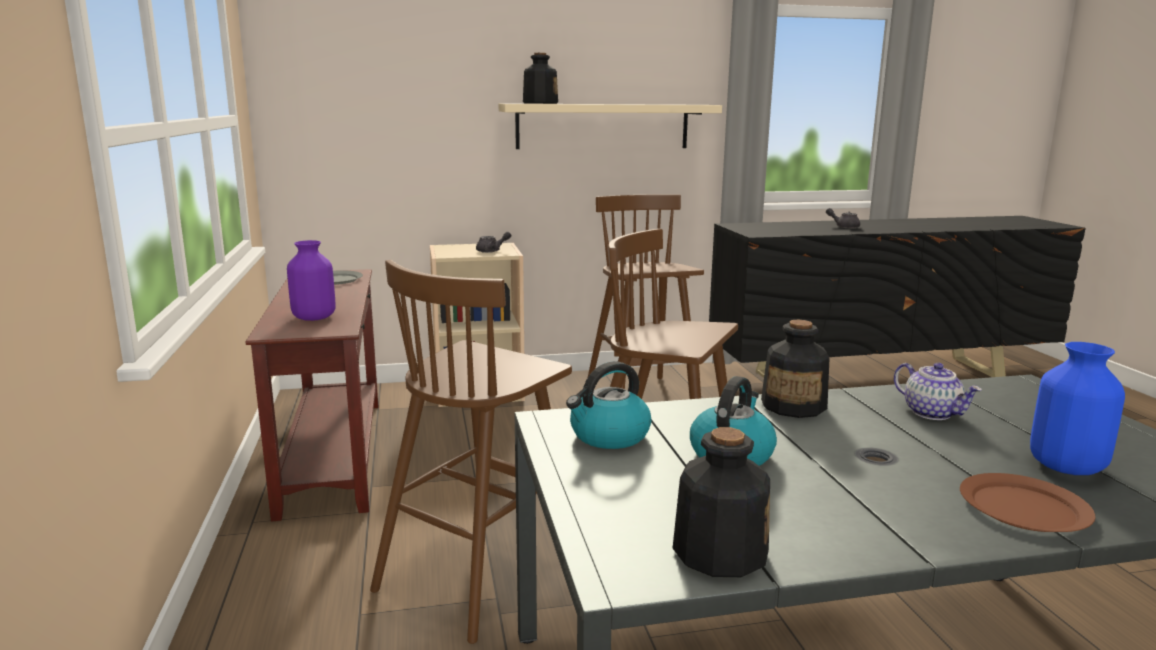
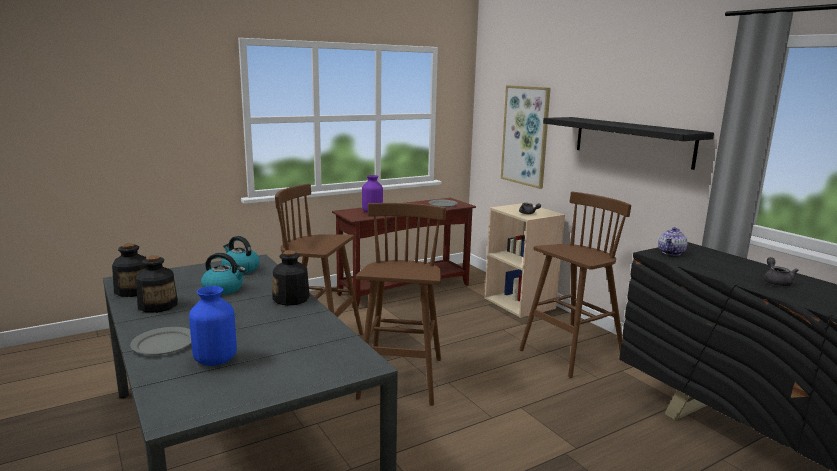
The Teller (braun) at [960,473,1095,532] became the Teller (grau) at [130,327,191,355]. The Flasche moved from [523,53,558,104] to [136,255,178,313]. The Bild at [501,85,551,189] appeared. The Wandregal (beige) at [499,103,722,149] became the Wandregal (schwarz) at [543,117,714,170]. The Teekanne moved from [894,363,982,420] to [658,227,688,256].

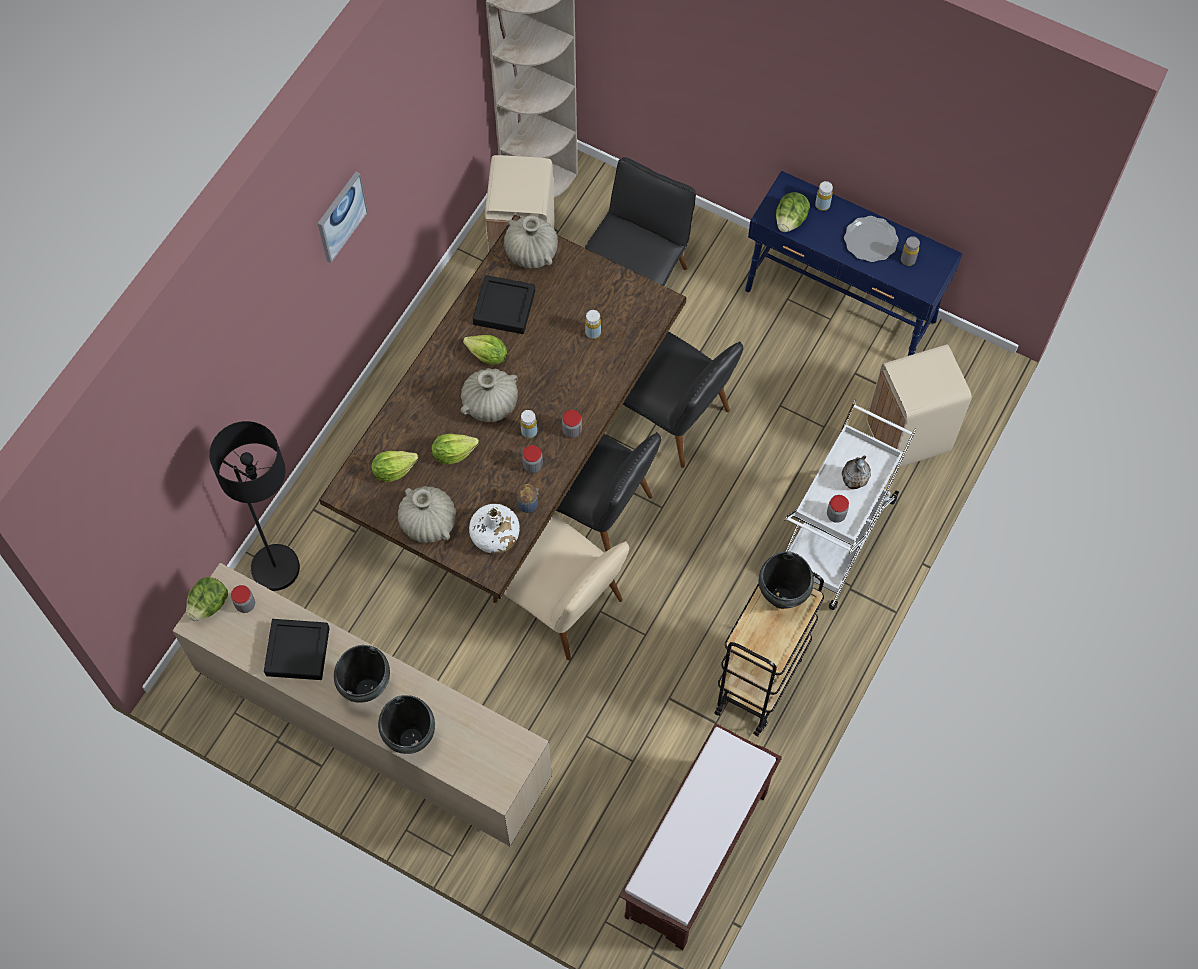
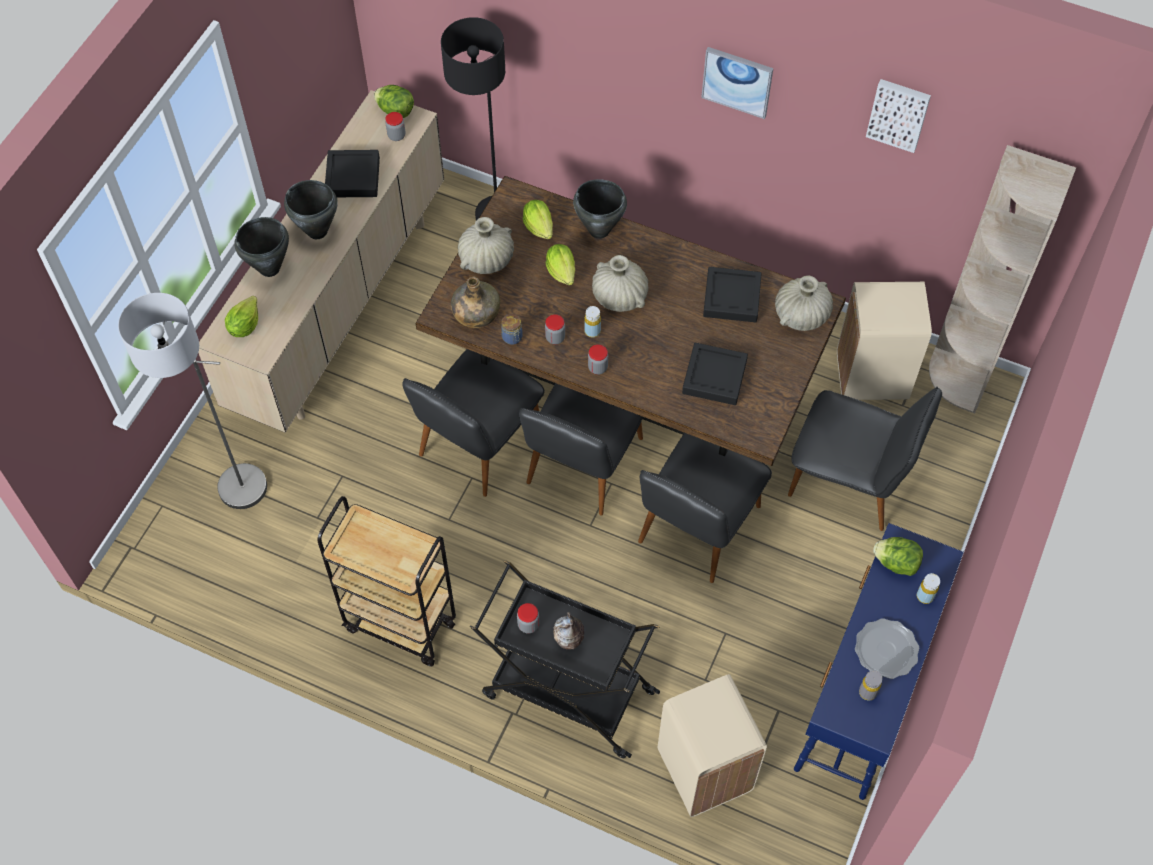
The Stehlampe (grau) at [118,293,267,509] appeared. The Salatkopf moved from [463,335,507,365] to [225,296,258,337]. The Stuhl (beige) at [493,514,629,660] became the Stuhl (schwarz) at [402,349,545,497]. The Flasche (weiß) at [469,504,520,554] became the Flasche (grün) at [451,276,500,328]. The Rollwagen (weiß) at [784,400,916,610] became the Rollwagen (schwarz) at [470,560,660,758]. The Kochtopf (schwarz) moved from [758,551,814,609] to [573,179,627,239]. The Flasche (gelb) at [585,310,601,339] was replaced by the Tablett (schwarz) at [682,343,748,405]. The Bild at [866,79,931,153] appeared. The Bank (braun) at [619,723,782,950] disappeared.

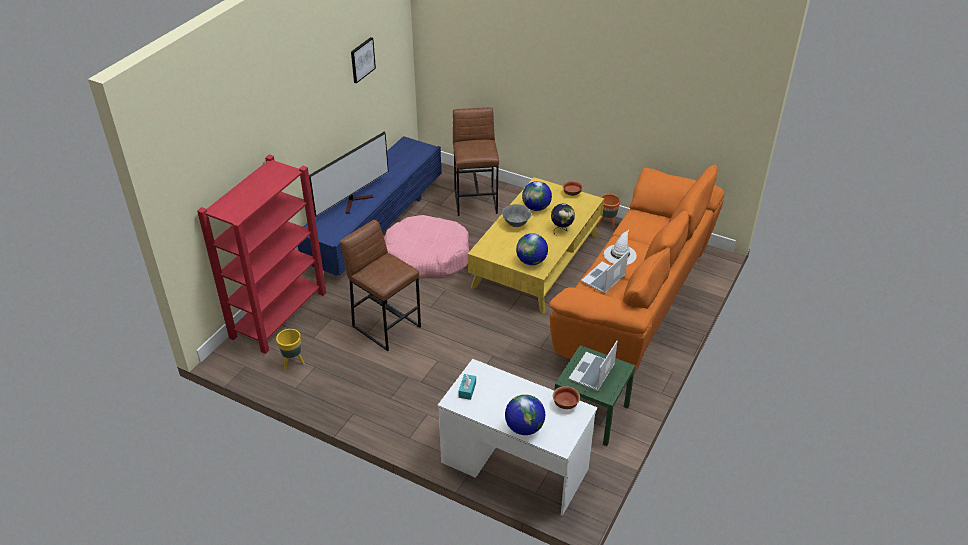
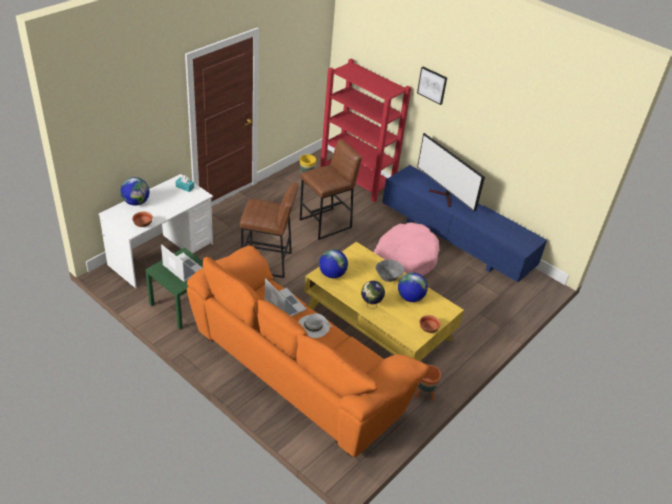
The Hocker (braun) moved from [453,107,499,216] to [240,182,298,278]. The Bild moved from [351,37,376,84] to [417,67,447,105].

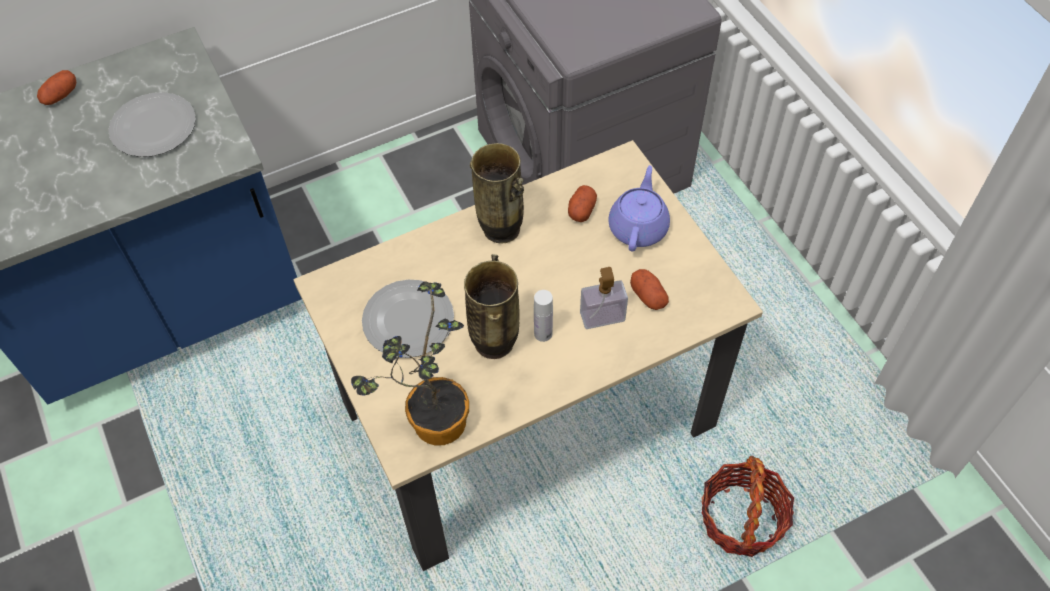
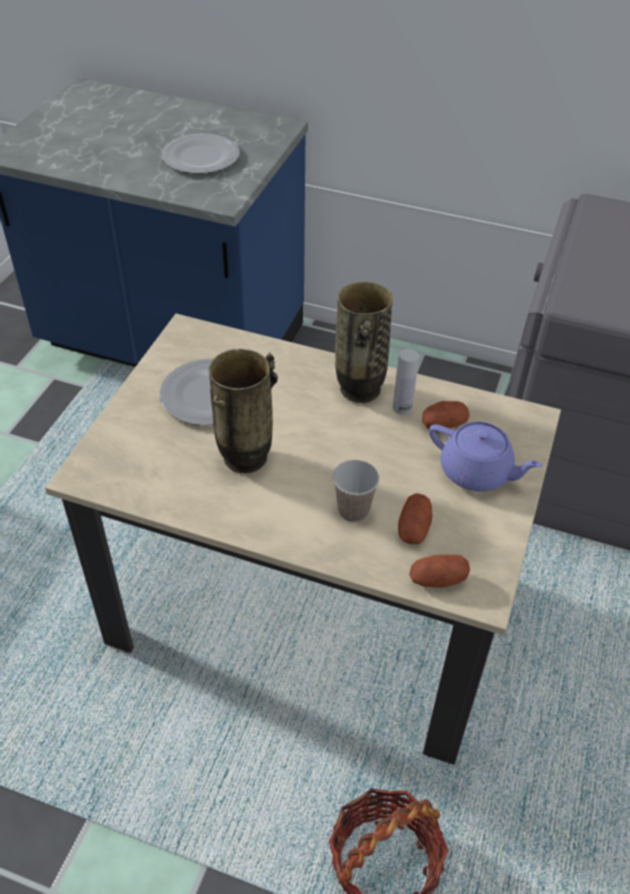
The Seifenspender at [580,267,628,329] was replaced by the Tasse at [333,460,379,522]. The Flasche (weiß) moved from [534,290,553,342] to [393,349,419,415]. The Kartoffel moved from [37,70,76,105] to [410,555,470,588]. The Teekanne (lila) at [608,165,670,251] turned 60 degrees clockwise. The Topfpflanze at [351,281,469,446] disappeared.

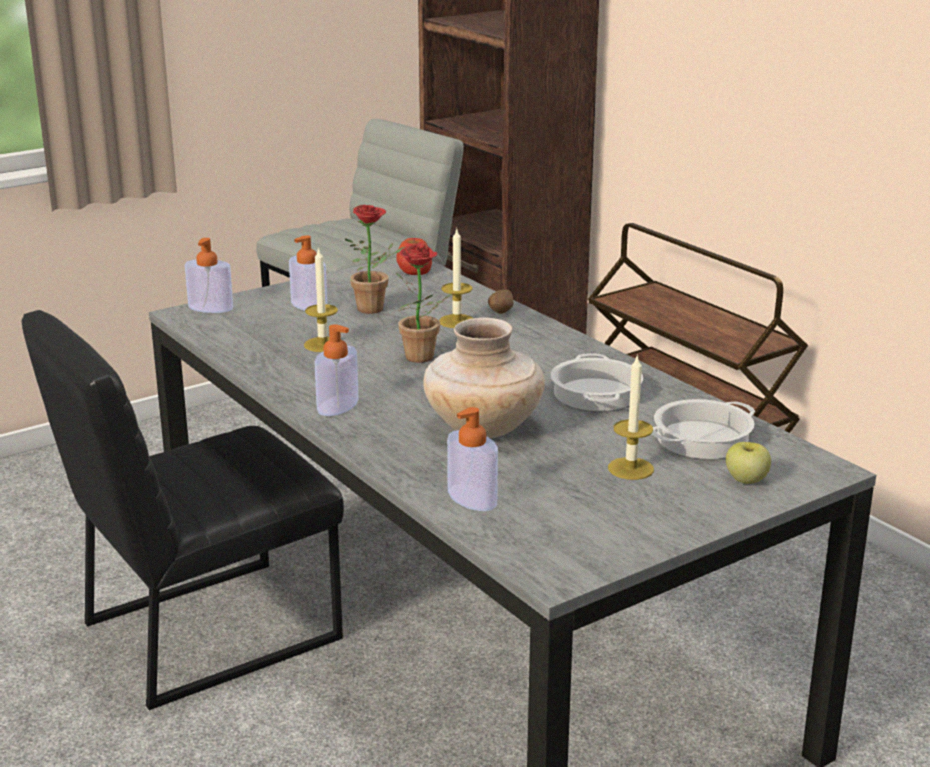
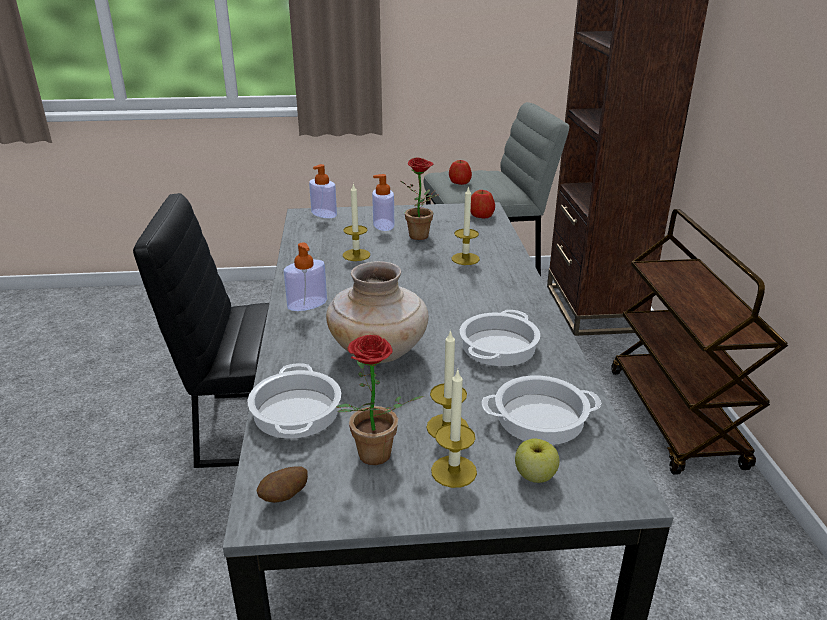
The Seifenspender at [447,407,498,511] was replaced by the Kochtopf at [248,363,341,438]. The Kartoffel moved from [488,290,514,314] to [257,466,308,503]. The Topfpflanze moved from [396,244,454,363] to [336,335,424,465]. The Kerze at [431,369,477,488] appeared. The Apfel at [449,160,472,185] appeared.

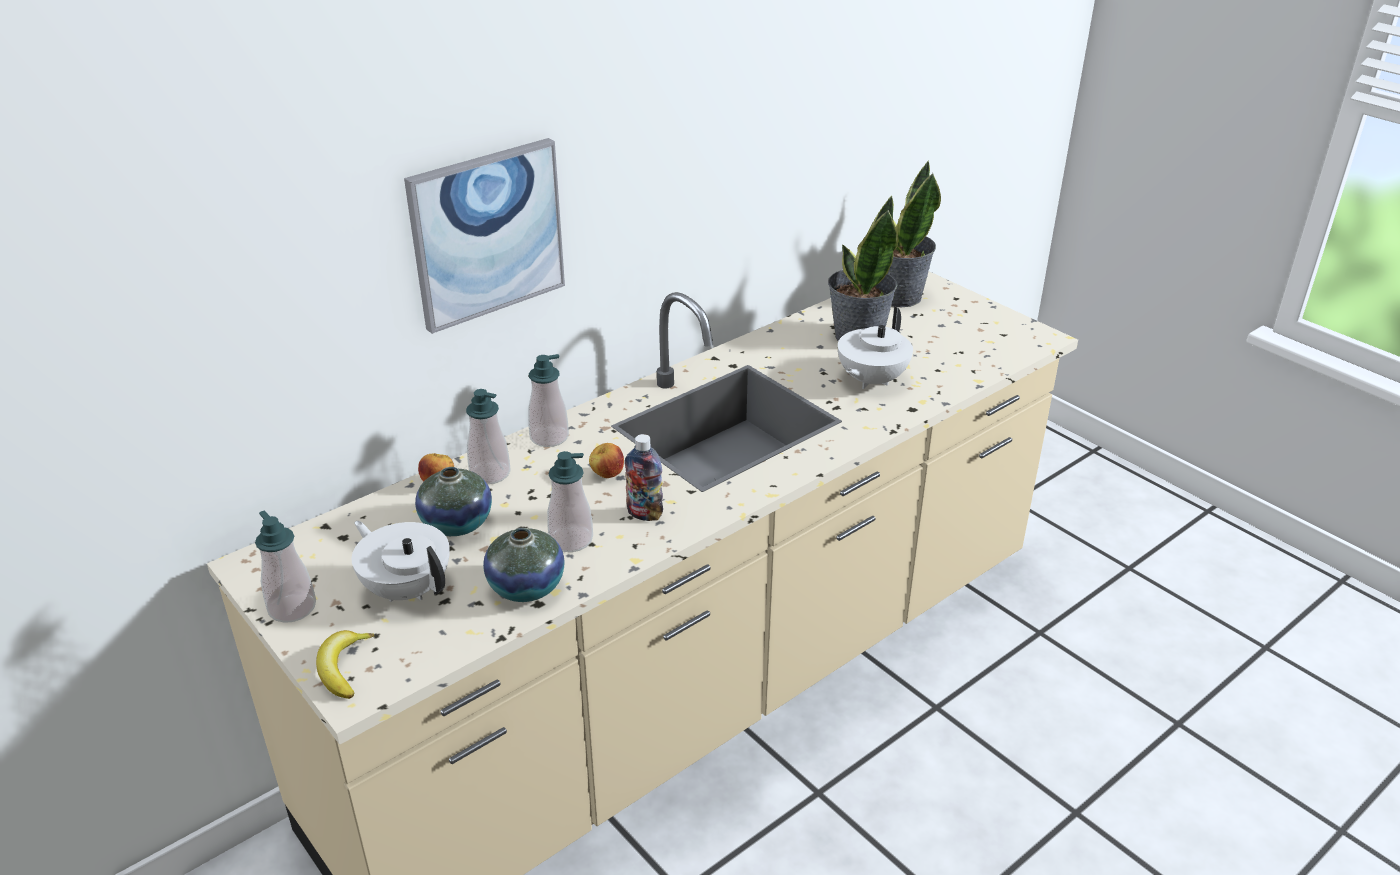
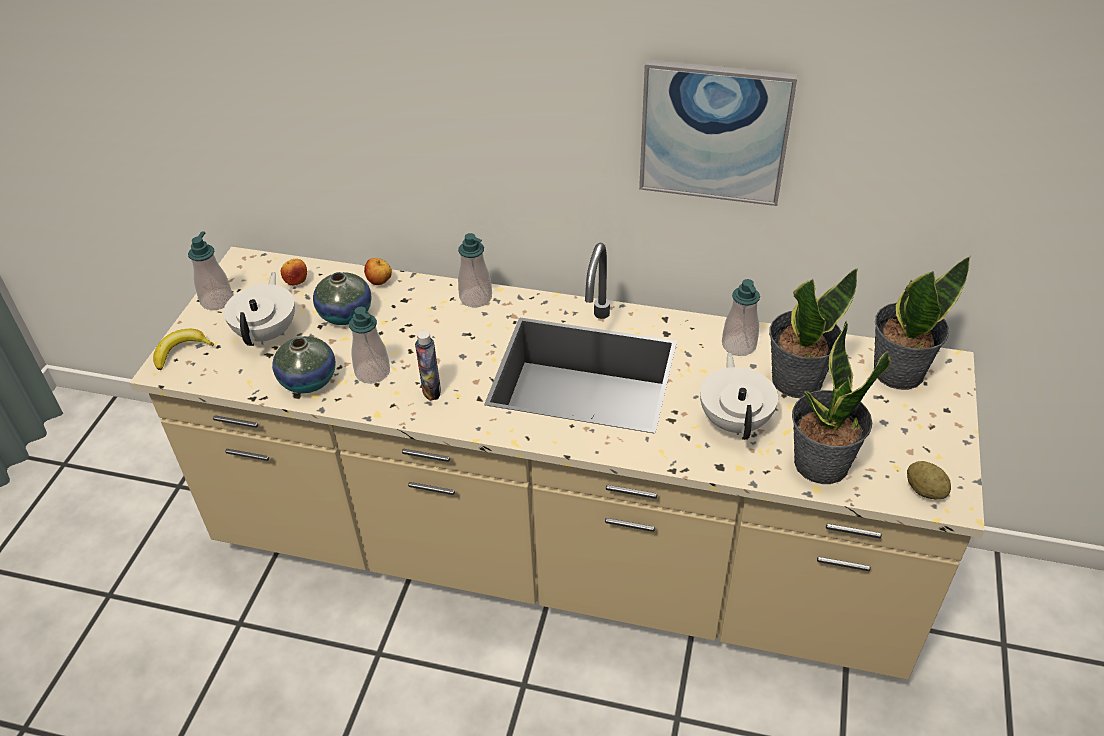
The Apfel moved from [589,443,624,478] to [281,259,307,286]. The Bild moved from [404,138,565,334] to [639,59,798,206]. The Teekanne (weiß) at [838,307,913,389] turned 90 degrees clockwise. The Seifenspender moved from [466,389,511,484] to [722,279,760,356]. The Topfpflanze at [792,321,892,484] appeared. The Kartoffel at [907,461,951,499] appeared.

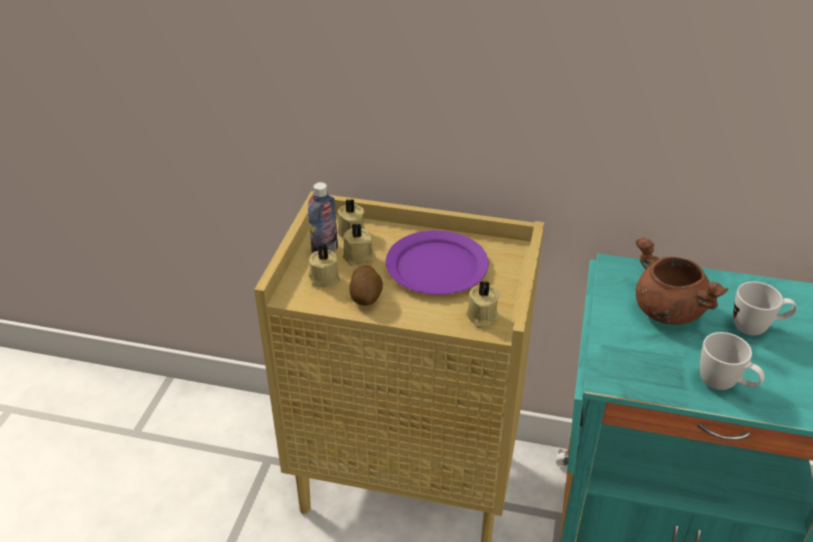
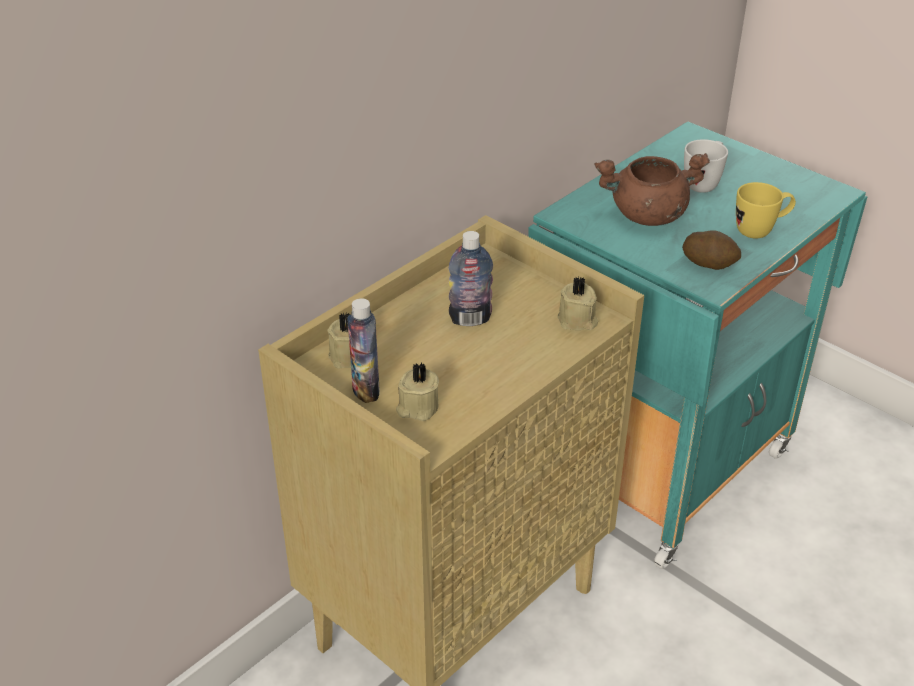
The Teller (lila) at [386,230,489,295] was replaced by the Flasche at [449,231,493,326]. The Kartoffel moved from [350,265,383,306] to [682,230,741,270]. The Henkelbecher (weiß) at [700,332,765,390] became the Henkelbecher (gelb) at [736,182,796,239]. The Kerze (beige) at [343,224,375,266] disappeared.

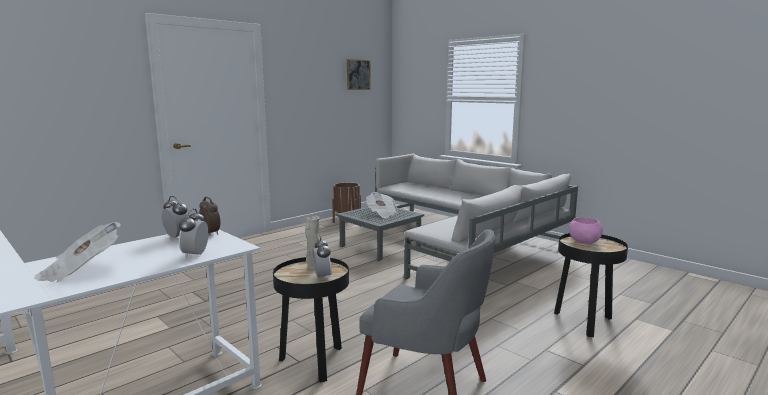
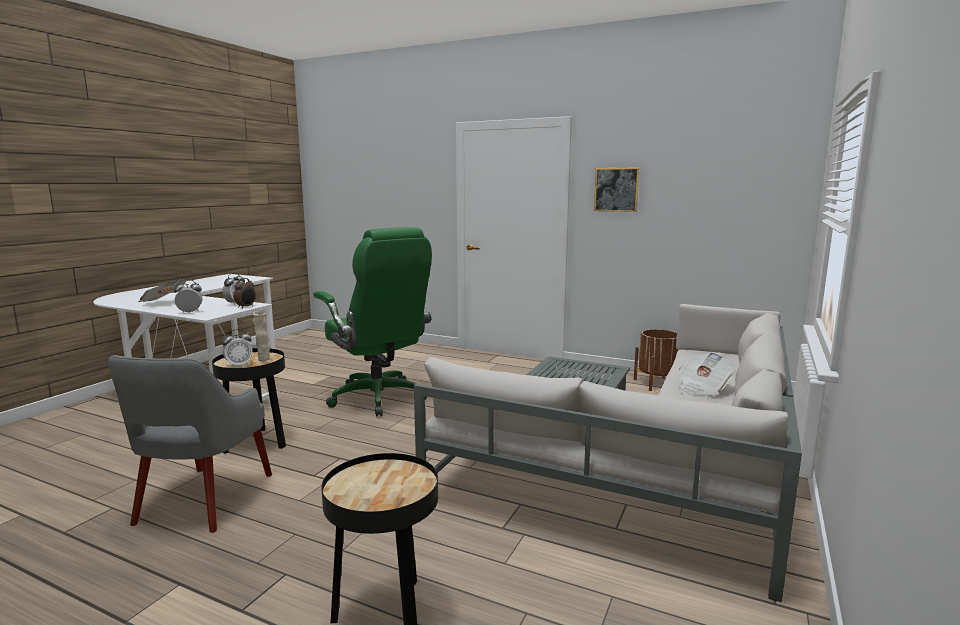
The Bürostuhl (grün) at [314,227,432,416] appeared. The Bild moved from [347,59,371,90] to [594,167,640,212]. The Zeitung moved from [366,192,398,218] to [678,352,736,396]. The Schüssel (rosa) at [569,217,603,244] disappeared.

